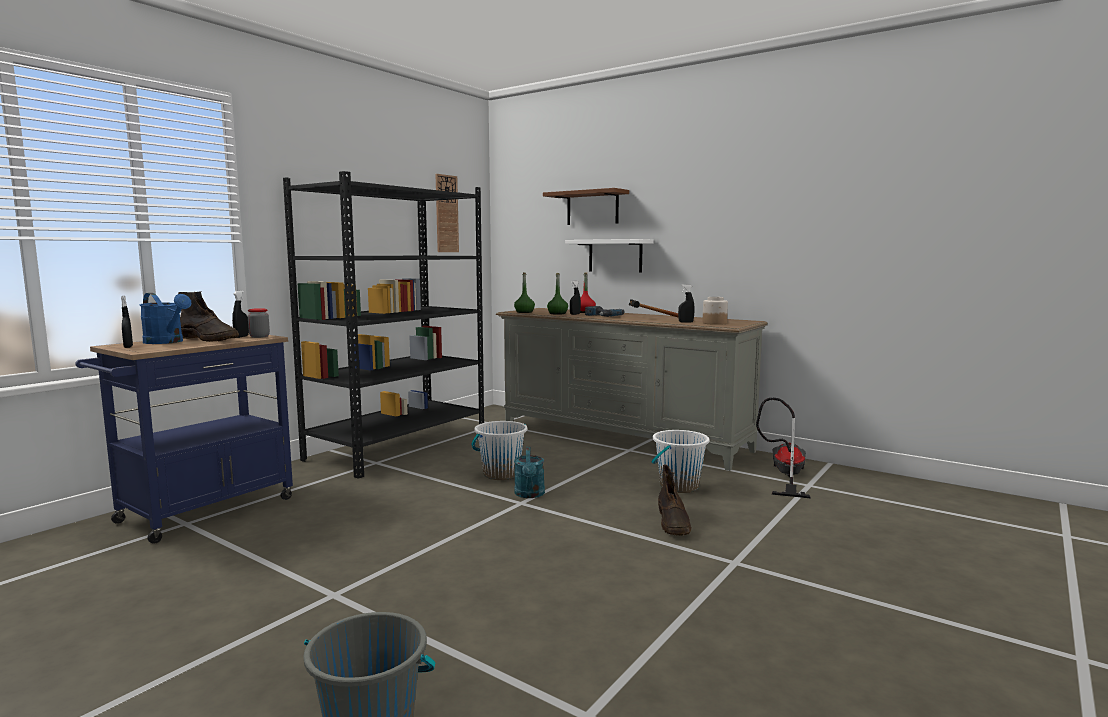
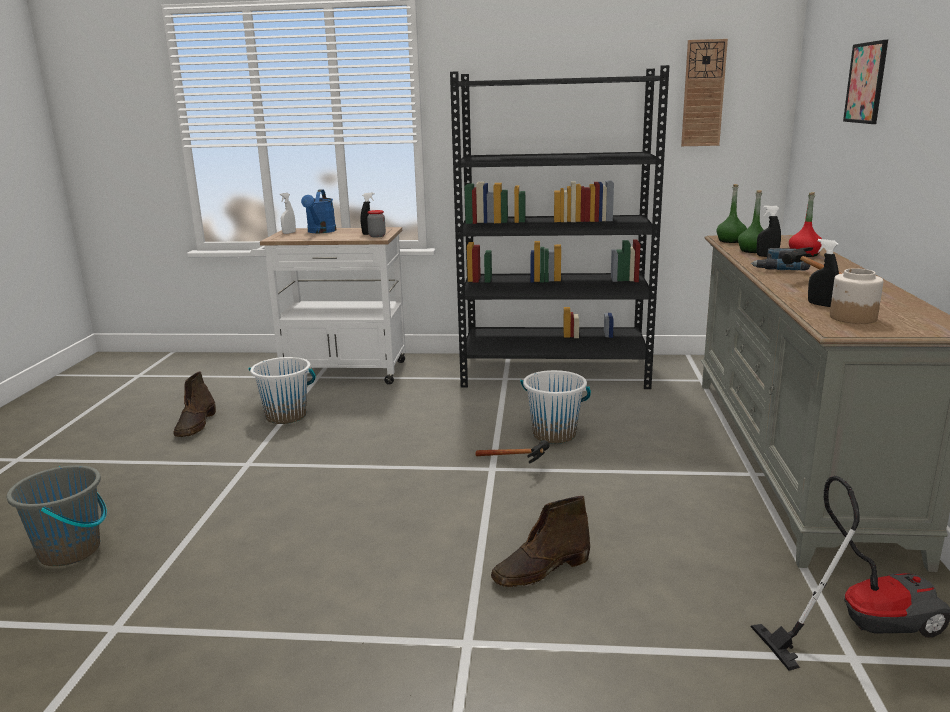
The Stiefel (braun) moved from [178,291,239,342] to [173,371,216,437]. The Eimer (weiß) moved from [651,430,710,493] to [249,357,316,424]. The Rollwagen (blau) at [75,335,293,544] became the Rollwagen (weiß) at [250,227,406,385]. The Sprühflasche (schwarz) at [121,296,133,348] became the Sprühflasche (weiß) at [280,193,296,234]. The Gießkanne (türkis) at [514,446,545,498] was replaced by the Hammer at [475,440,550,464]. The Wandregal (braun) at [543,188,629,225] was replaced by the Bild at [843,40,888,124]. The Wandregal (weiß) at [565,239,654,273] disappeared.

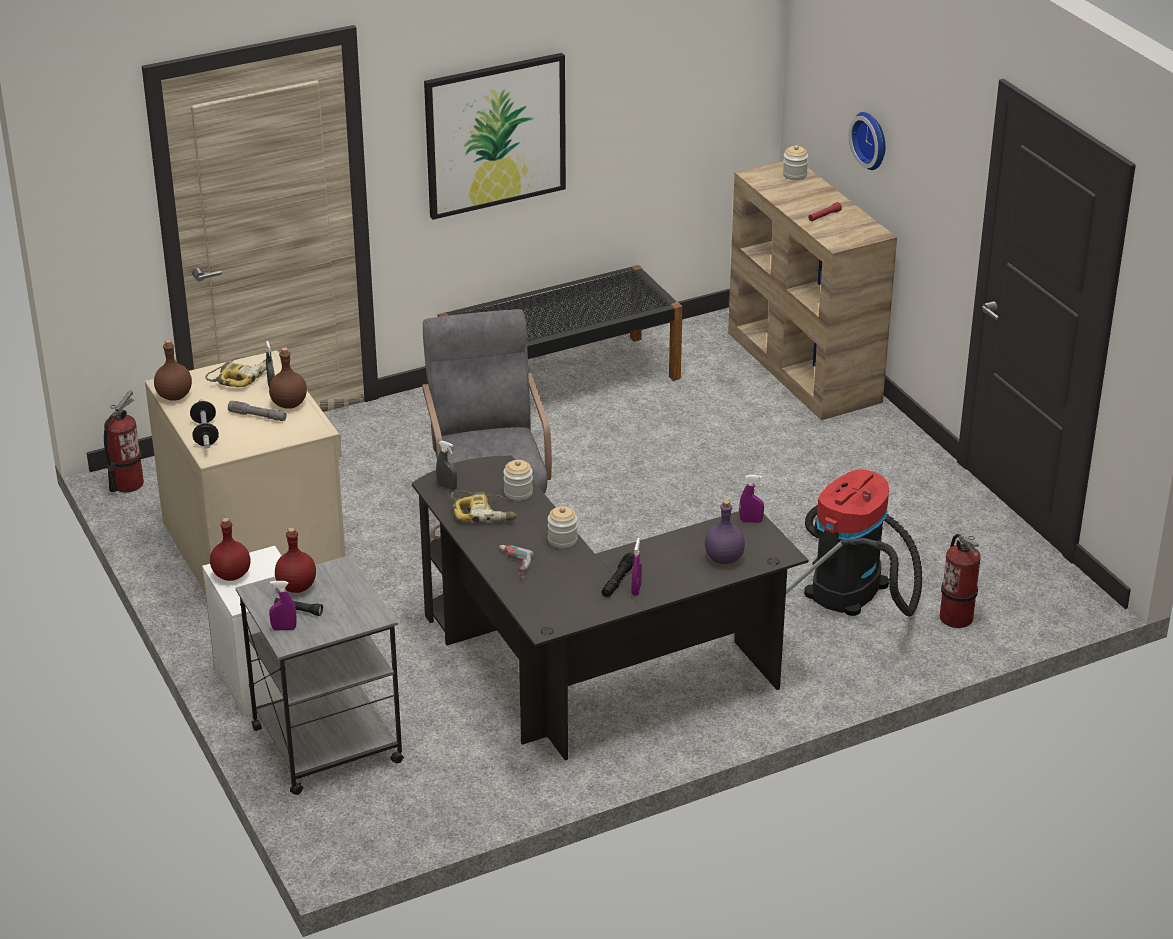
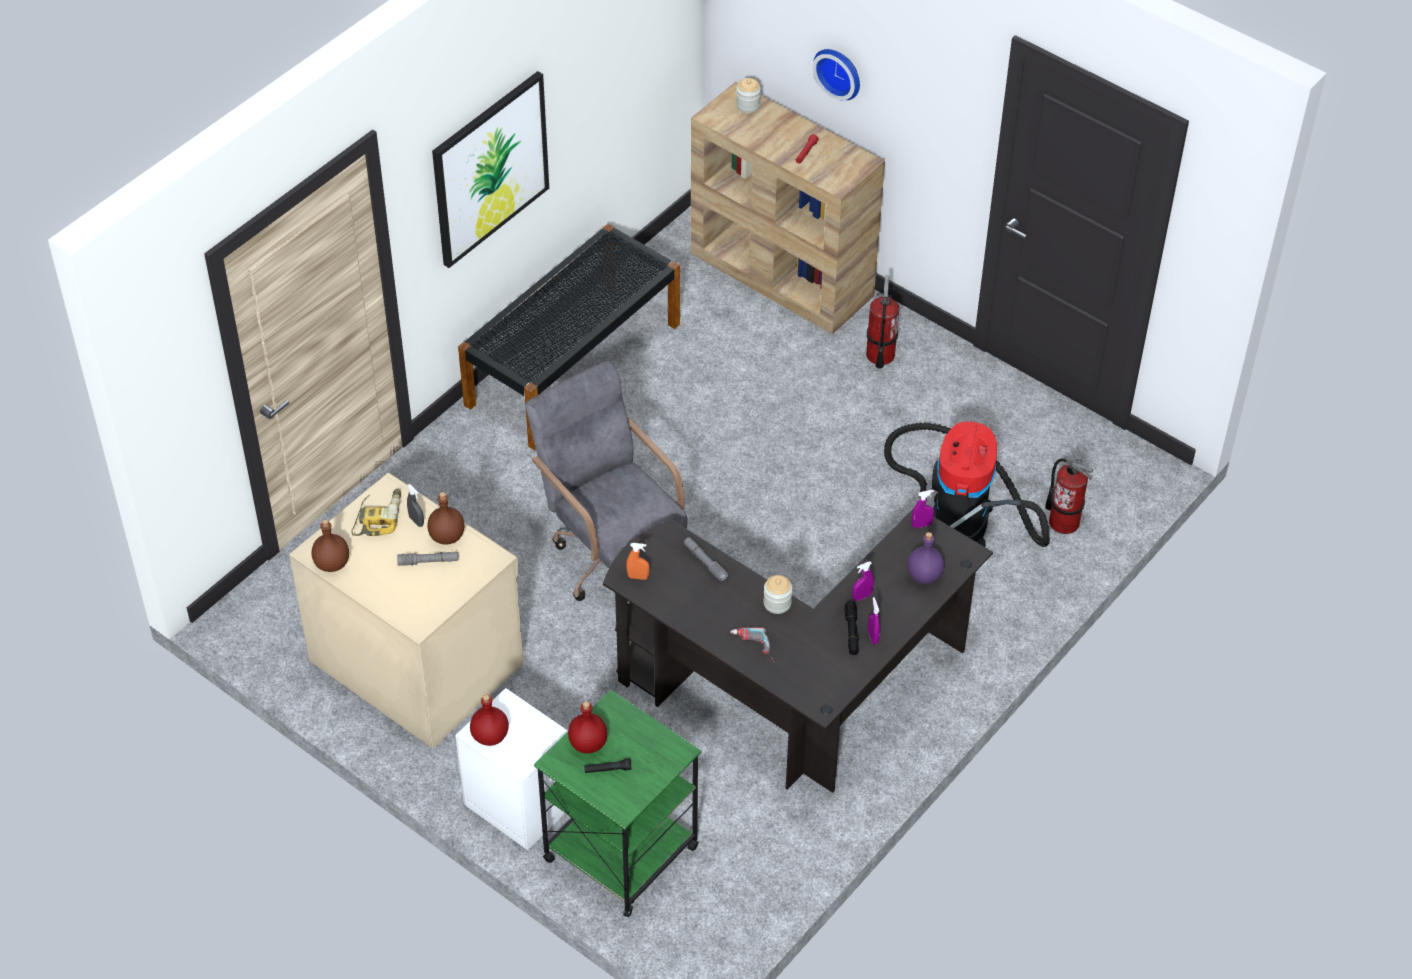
The Rollwagen (grau) at [236,555,404,795] became the Rollwagen (grün) at [534,690,701,917]. The Sprühflasche (grau) at [436,441,457,490] became the Sprühflasche (orange) at [626,543,650,580]. The Vorratsglas at [503,460,533,501] was replaced by the Taschenlampe (grau) at [684,537,728,581]. The Sprühflasche (lila) moved from [269,581,297,631] to [852,562,874,601]. The Feuerlöscher moved from [104,390,144,492] to [866,275,899,369]. The Hantel at [190,399,219,449] disappeared. The Bohrmaschine at [451,490,517,523] disappeared.

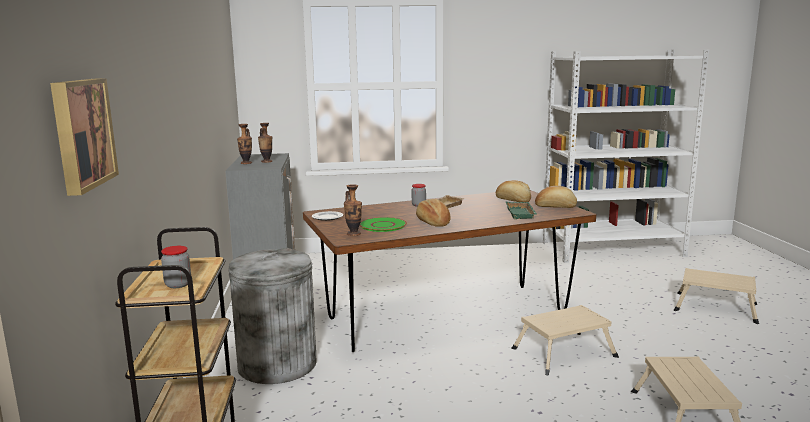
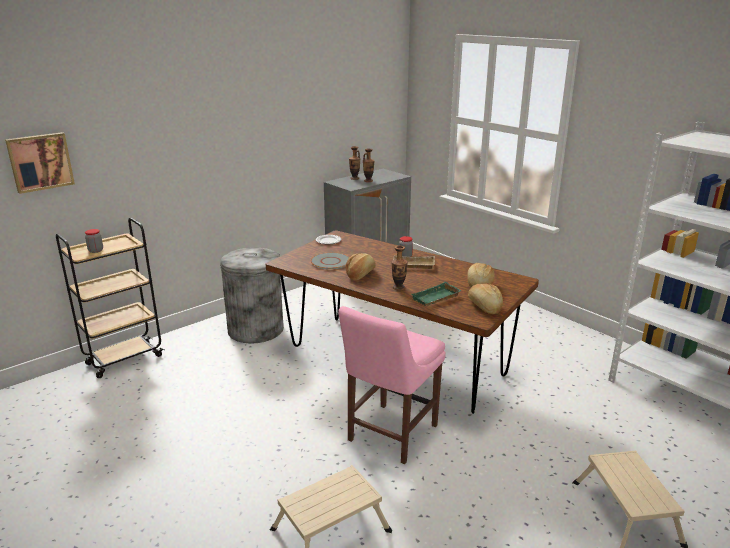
The Teller (grün) at [360,217,407,232] became the Teller (grau) at [311,252,350,269]. The Trittleiter (beige) at [511,305,619,375] was replaced by the Stuhl (rosa) at [338,306,446,464]. The Vase moved from [344,184,362,236] to [392,245,408,291].

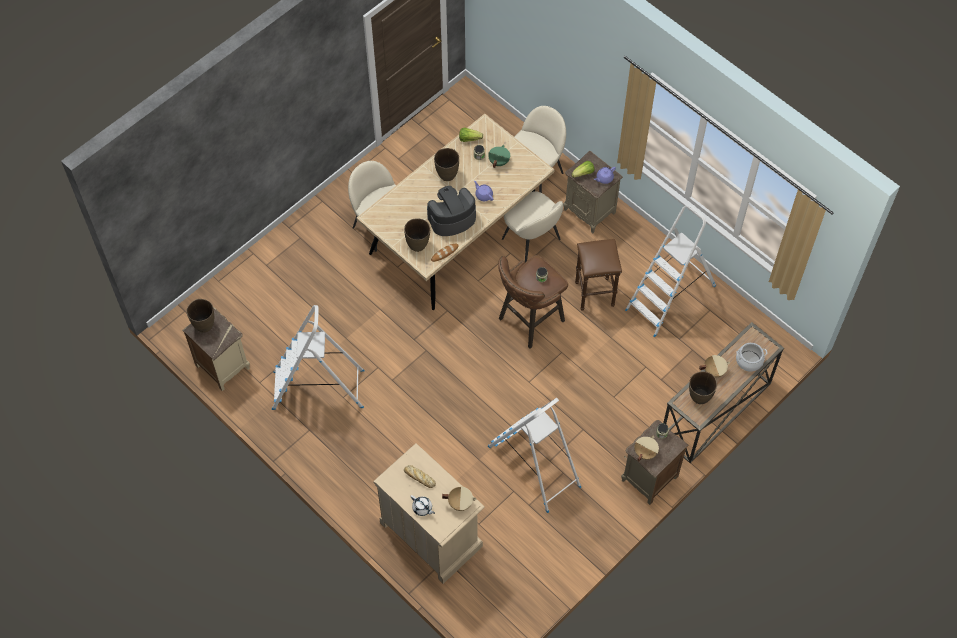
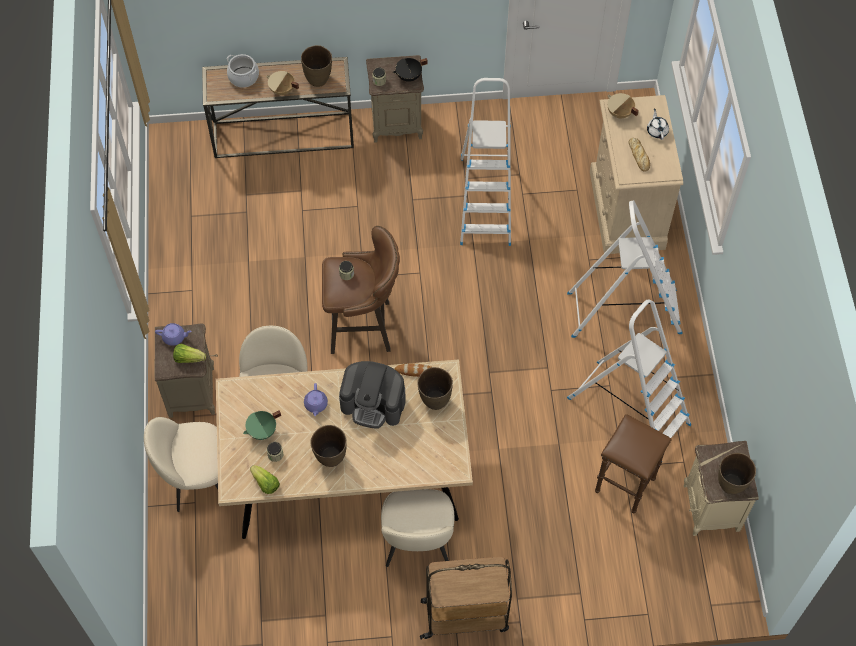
The Kochtopf (beige) at [635,436,659,462] became the Kochtopf (schwarz) at [393,58,427,82]. The Rollwagen (braun) at [420,556,512,639] appeared. The Trittleiter (weiß) moved from [625,205,716,337] to [567,200,683,338]. The Hocker (braun) moved from [575,239,622,311] to [595,414,672,514].

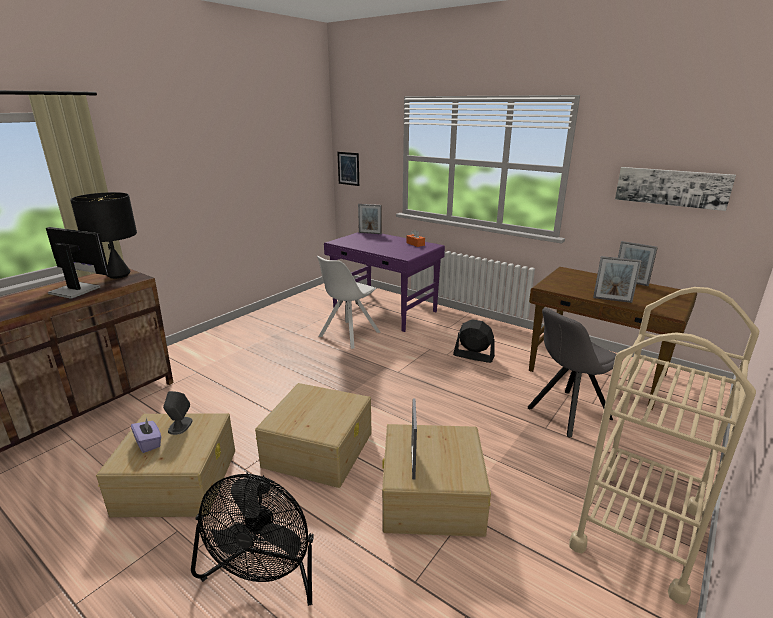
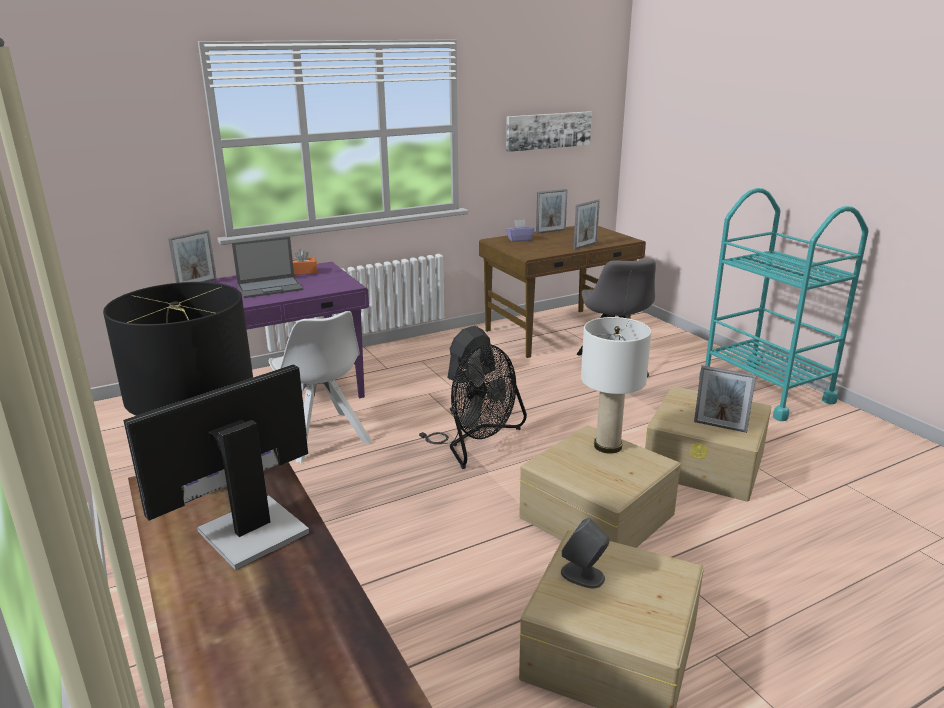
The Laptop at [232,237,303,298] appeared. The Ventilator (schwarz) moved from [191,472,314,606] to [419,344,527,469]. The Taschentuchbox (lila) moved from [131,417,162,453] to [506,220,534,242]. The Tischlampe (weiß) at [581,317,651,454] appeared. The Rollwagen (beige) at [569,287,759,605] became the Rollwagen (türkis) at [699,188,869,421]. The Bild at [337,152,359,186] disappeared.

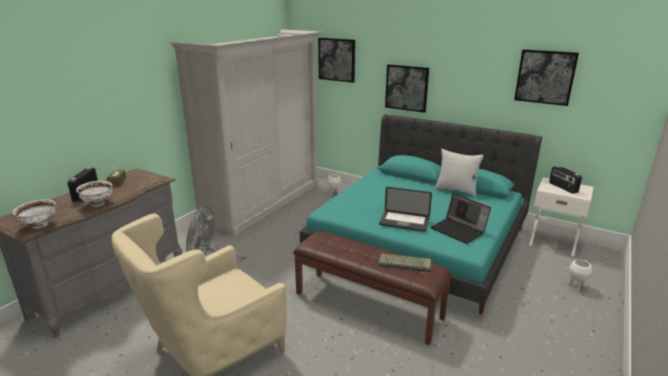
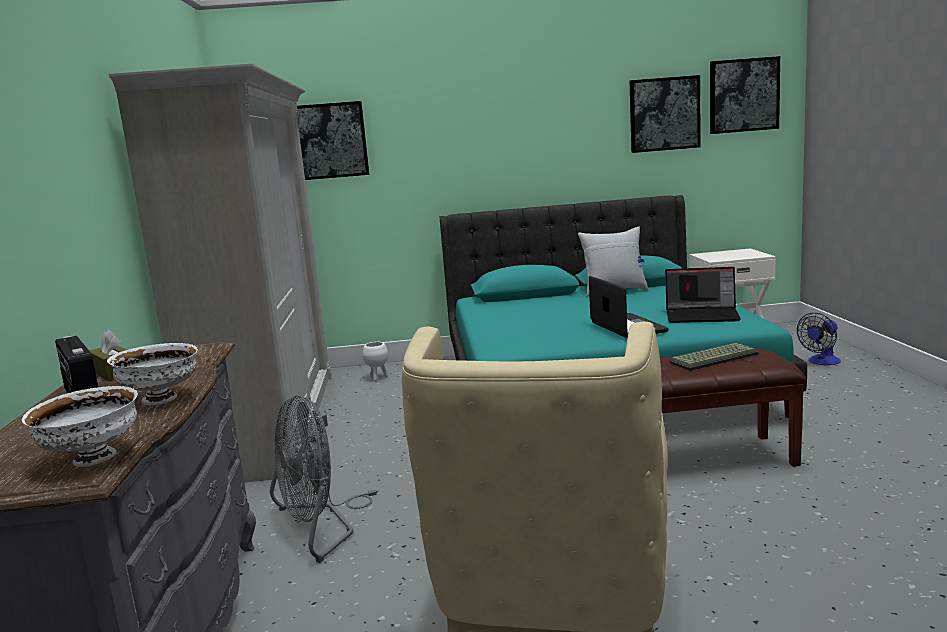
The Laptop at [379,187,432,232] turned 90 degrees counterclockwise. The Bild moved from [385,64,429,113] to [710,56,780,134]. The Pflanzkübel (weiß) at [568,259,592,291] was replaced by the Ventilator at [797,313,841,365]. The Radio at [549,166,582,194] disappeared.

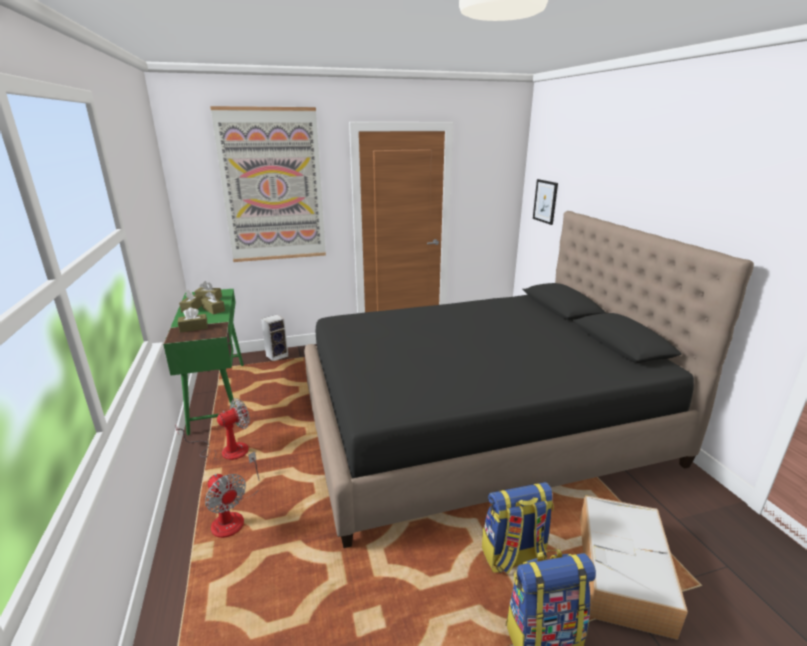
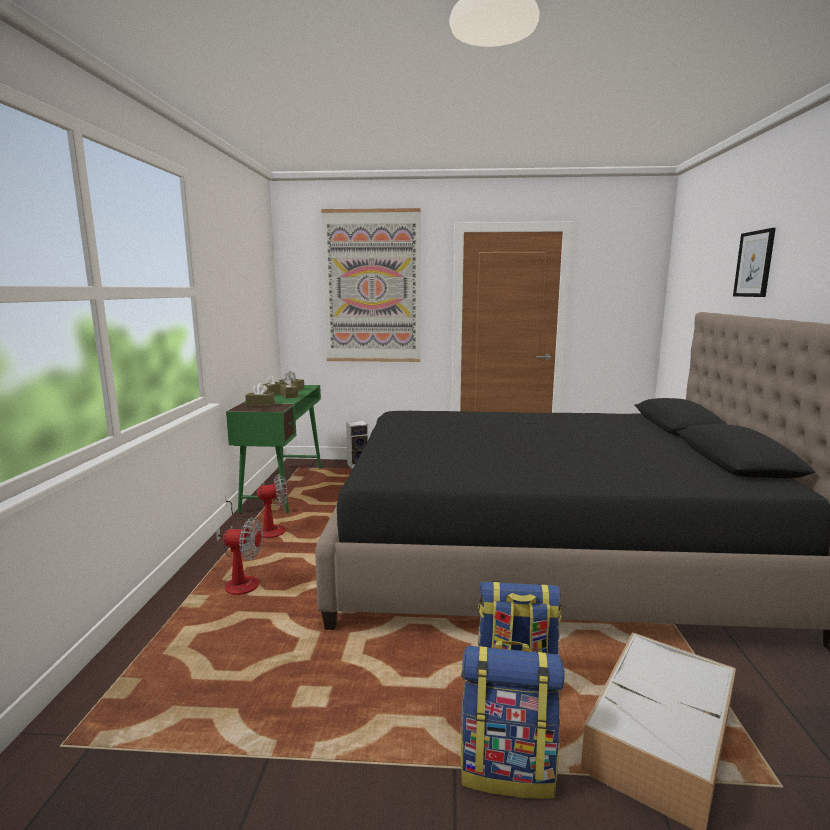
The Ventilator at [205,452,260,538] turned 60 degrees counterclockwise. The Bild moved from [533,179,558,225] to [733,228,776,297].

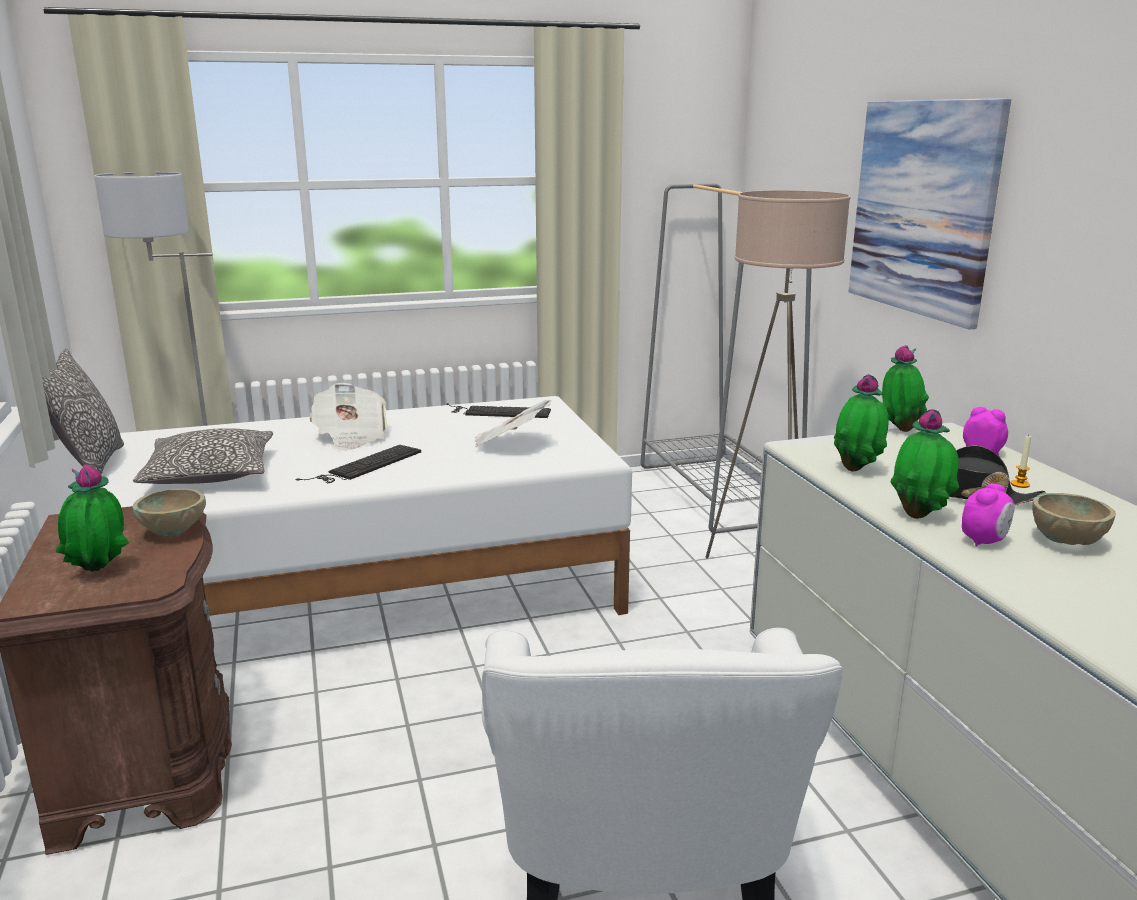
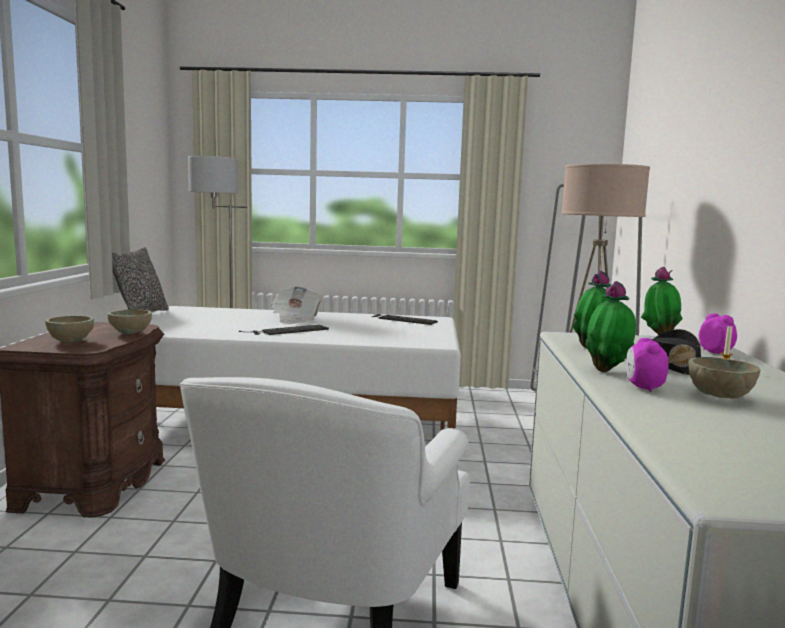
The Topfpflanze at [56,465,129,572] was replaced by the Schüssel (beige) at [45,316,94,342]. The Wecker at [962,483,1015,546] turned 120 degrees clockwise. The Kissen at [133,428,273,484] disappeared. The Zeitung at [475,400,551,447] disappeared. The Bild at [848,98,1011,329] disappeared.

